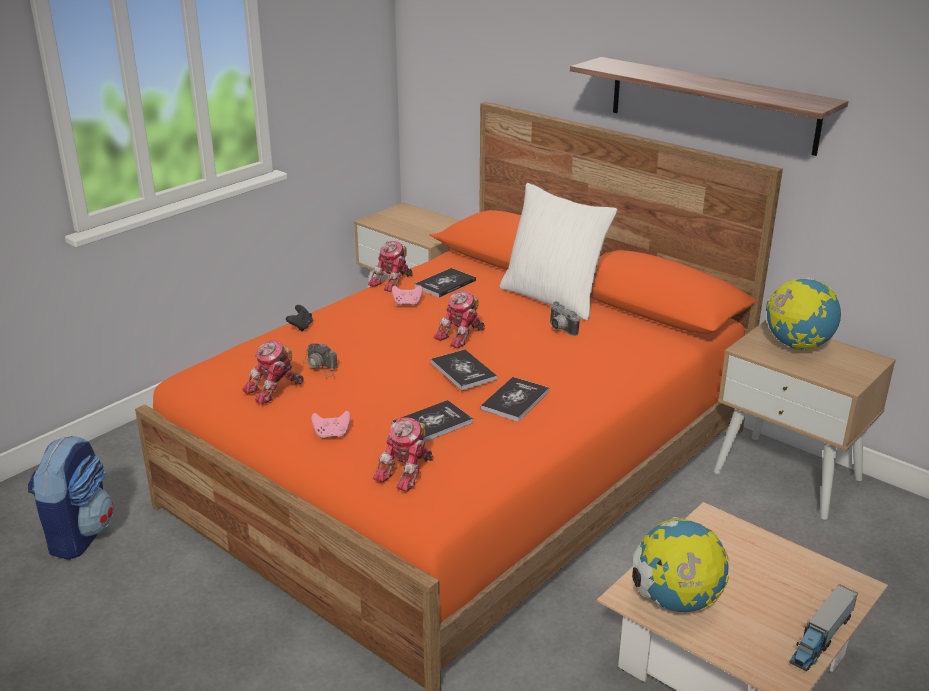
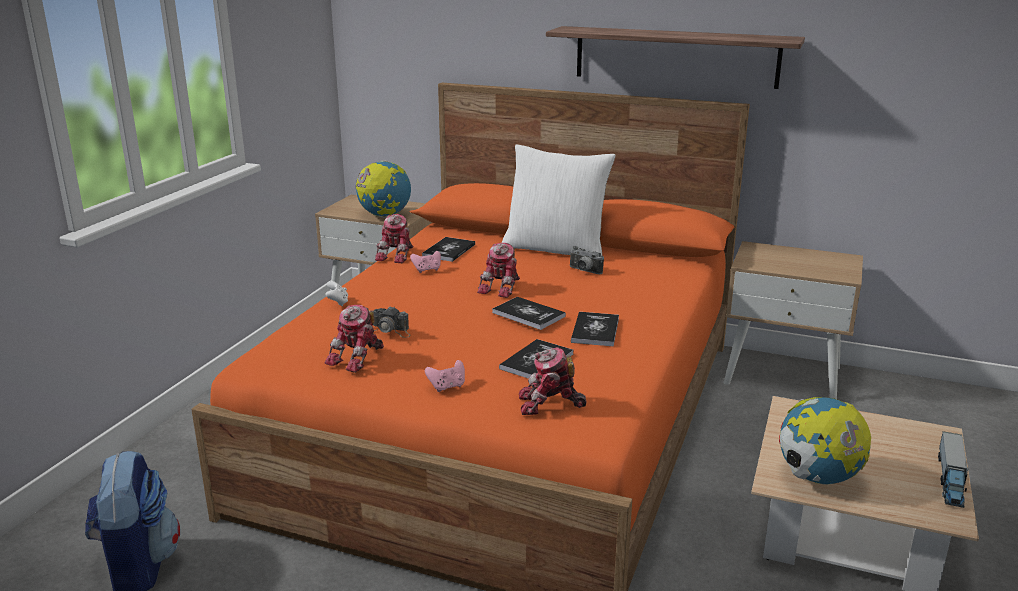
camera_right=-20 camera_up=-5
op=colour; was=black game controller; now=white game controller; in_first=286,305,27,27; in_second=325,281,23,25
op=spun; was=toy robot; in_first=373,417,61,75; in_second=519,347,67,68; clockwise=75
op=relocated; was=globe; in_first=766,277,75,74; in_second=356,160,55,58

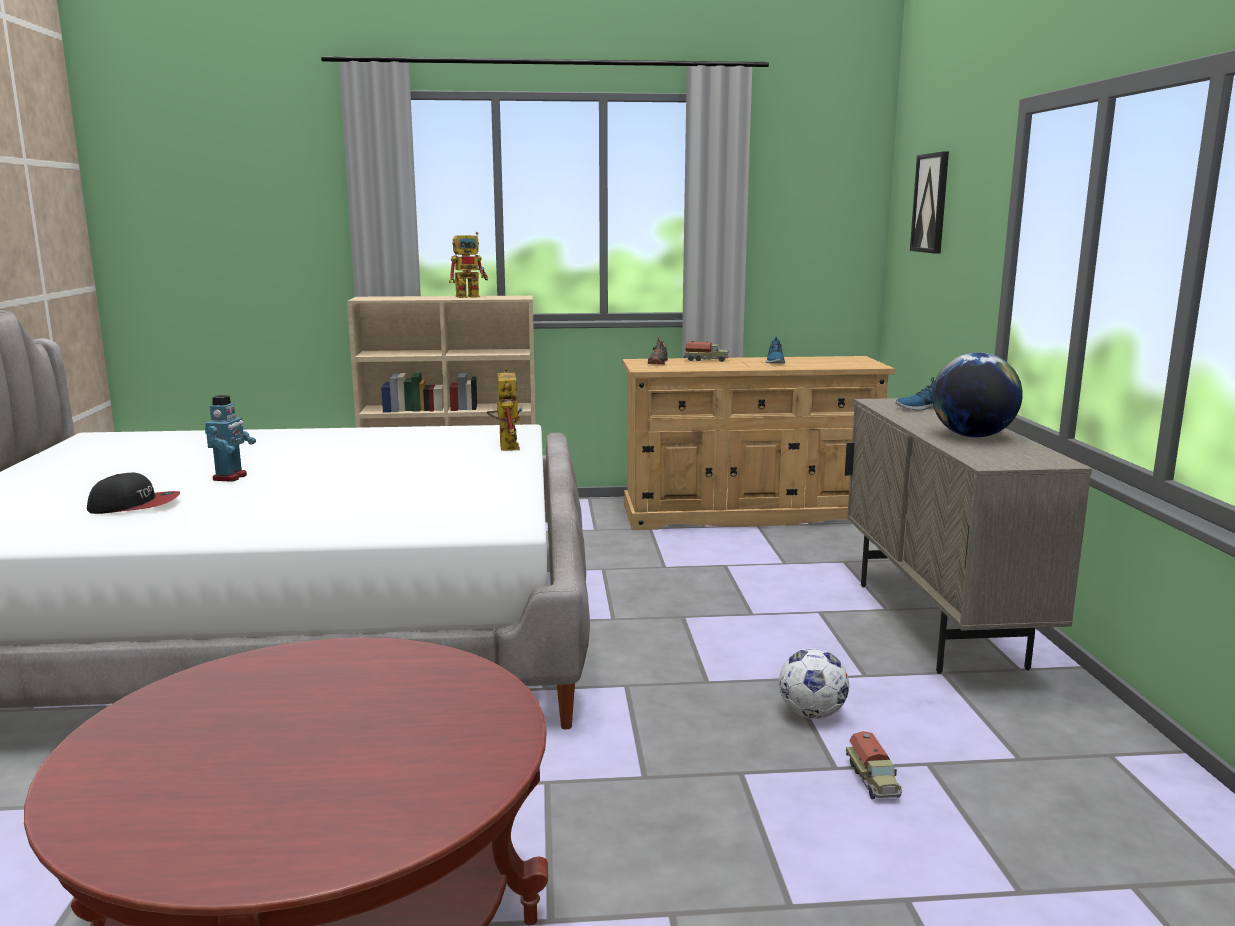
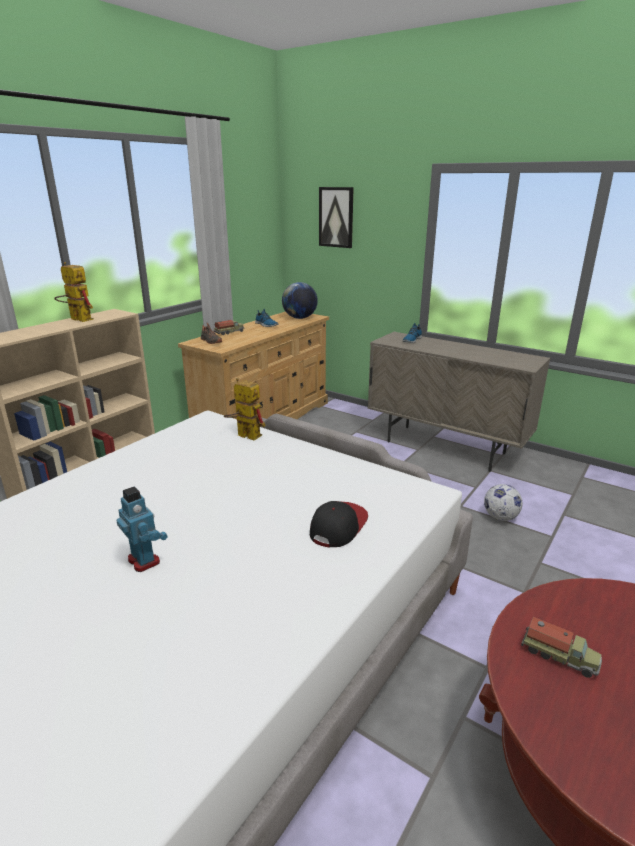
camera_right=-50 camera_up=10
op=relocated; was=cap; in_first=87,473,93,41; in_second=310,501,58,46
op=spun; was=toy robot; in_first=449,232,39,66; in_second=54,262,40,60; clockwise=-75
op=relocated; was=toy truck; in_first=846,731,56,68; in_second=521,617,81,61
op=relocated; was=globe; in_first=932,352,91,86; in_second=282,282,36,37

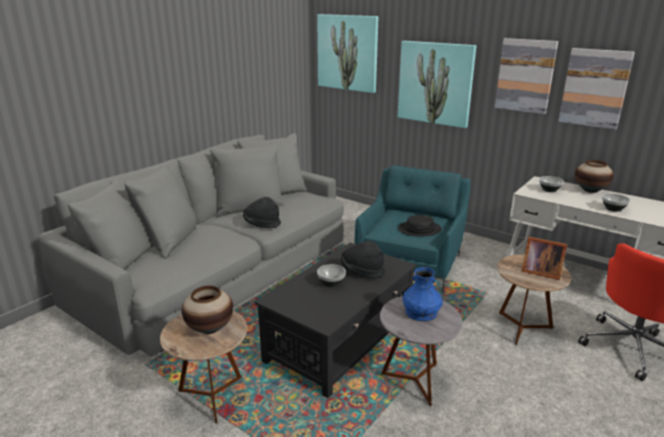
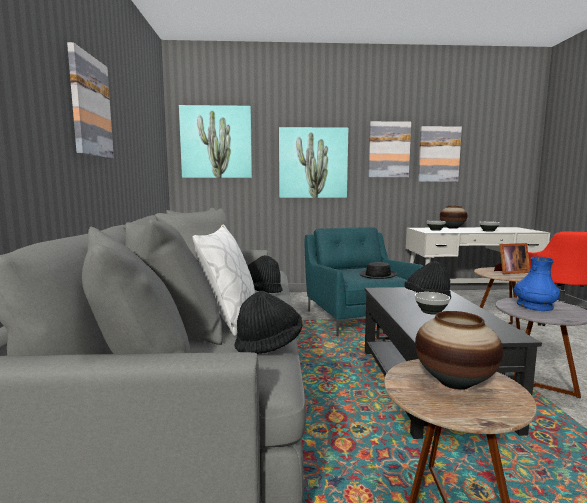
camera_right=-40 camera_up=-15
op=appeared; now=picture; in_second=67,42,47,117
op=appeared; now=white pillow; in_second=193,225,62,111
op=appeared; now=black hat; in_second=234,291,68,63

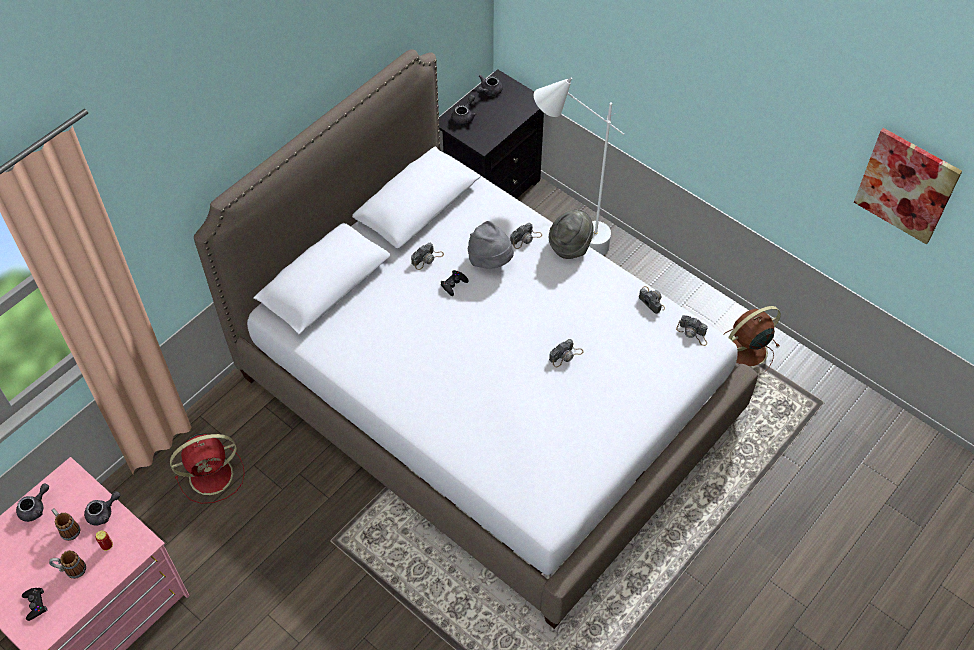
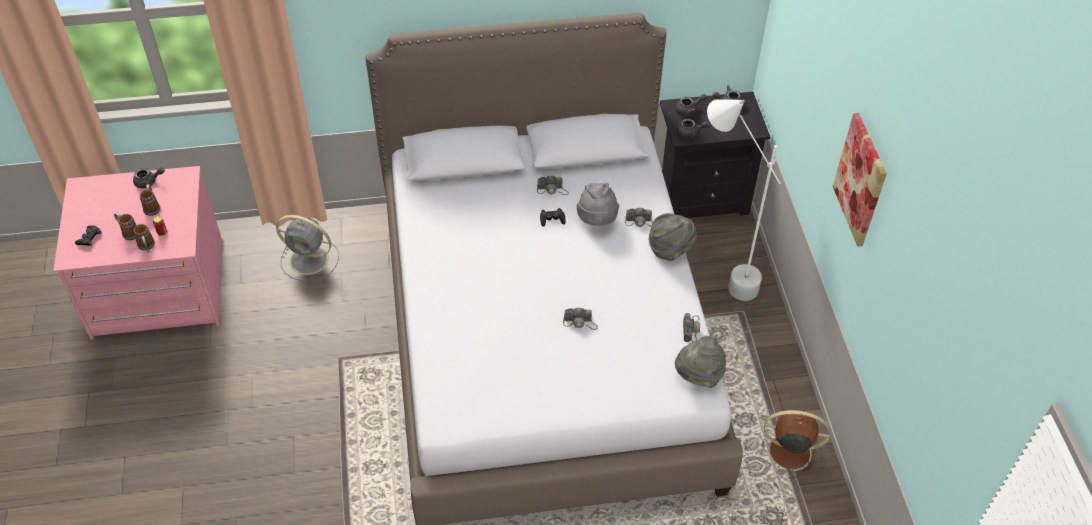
camera_right=40 camera_up=-5
op=relocated; was=grey teapot; in_first=84,491,36,35; in_second=677,119,33,19
op=colour; was=red fan; now=grey fan; in_first=170,433,75,71; in_second=276,215,63,67
op=exchanged; was=photo camera; now=grey hat; in_first=676,315,32,31; in_second=675,336,51,52
op=relocated; was=picture; in_first=854,128,108,116; in_second=833,113,54,134
op=appeared; now=mug; in_second=134,224,21,29

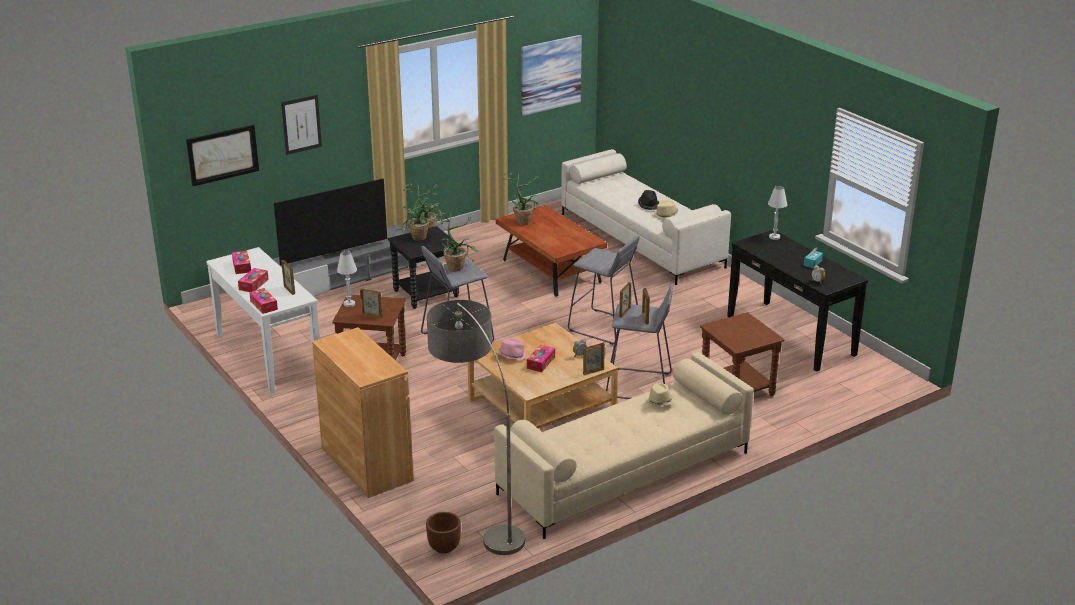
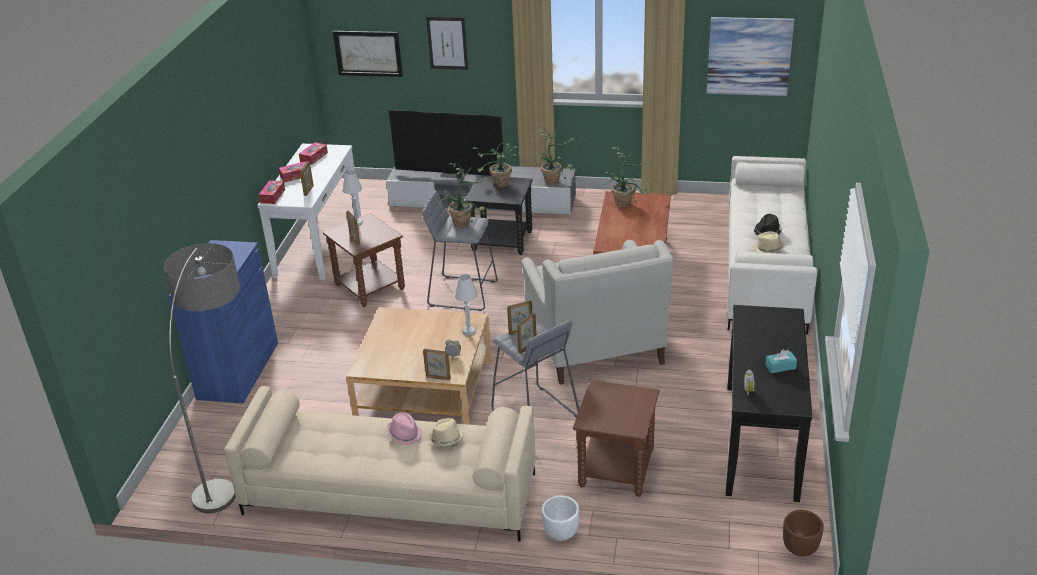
camera_right=45 camera_up=5
op=colour; was=brown cabinet; now=blue cabinet; in_first=312,327,102,171; in_second=168,240,110,164
op=relocated; was=brown planter; in_first=426,512,35,42; in_second=783,510,41,47
op=relocated; was=pink hat; in_first=497,338,30,22; in_second=387,413,35,32
op=missing; was=tissue box; in_first=527,345,28,27
op=exchanged; was=grey stool; now=white armchair; in_first=568,236,72,109; in_second=521,240,153,145
op=relocated; was=white table lamp; in_first=768,186,19,54; in_second=455,274,23,61
op=appeared; now=white planter; in_second=541,495,38,46

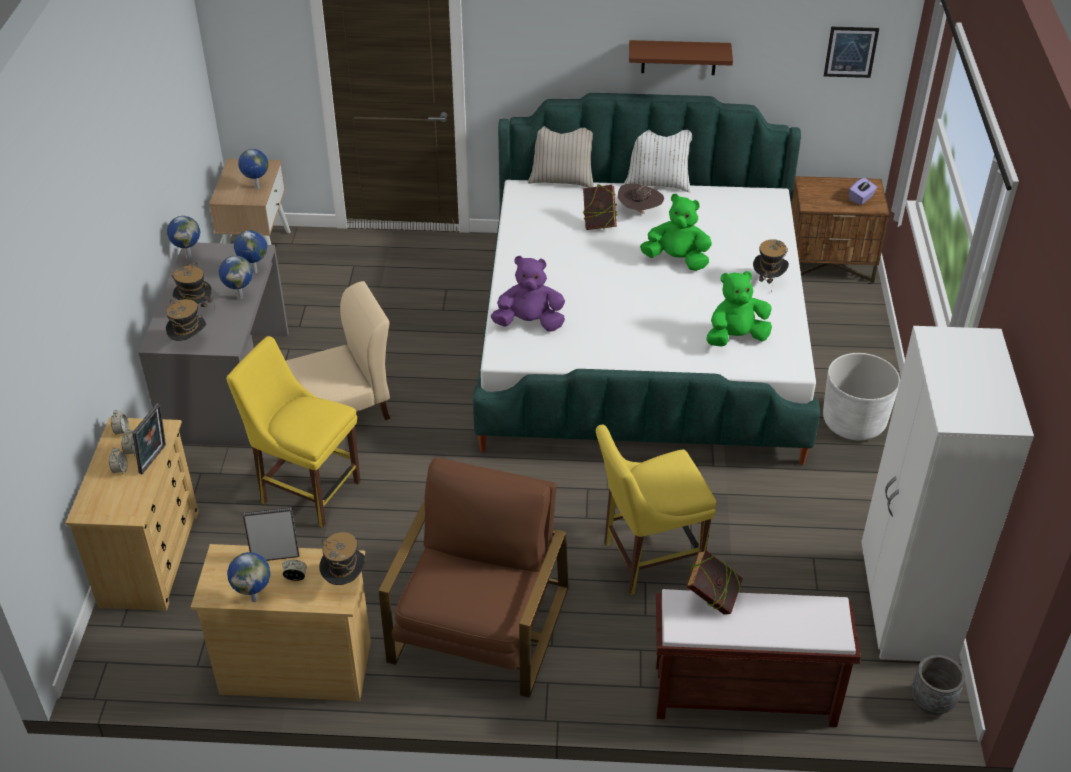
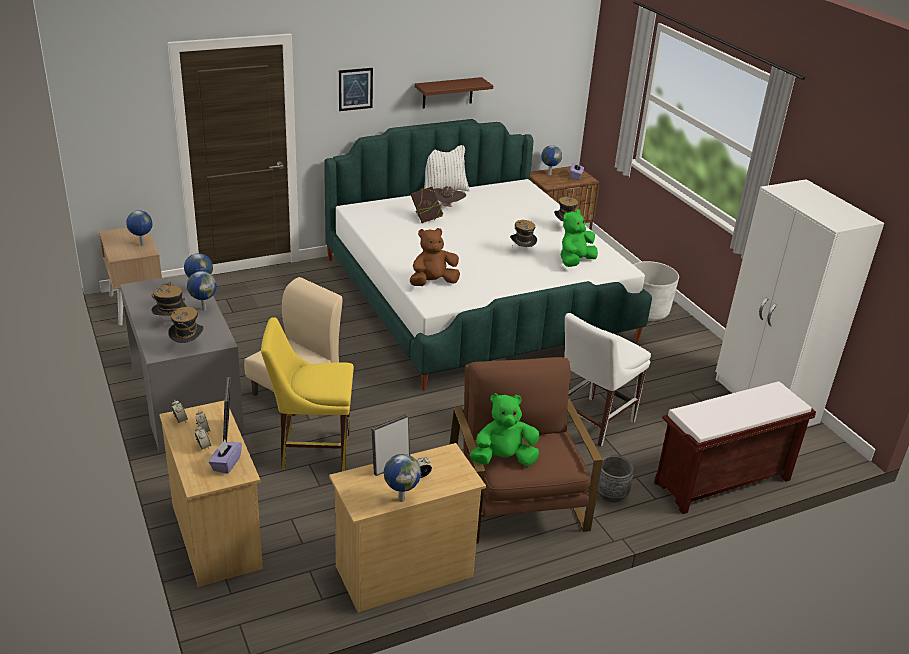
camera_right=-30 camera_up=-10
op=relocated; was=globe; in_first=167,216,33,43; in_second=541,145,21,30
op=relocated; was=hat; in_first=319,532,46,53; in_second=510,220,27,27
op=colour; was=purple plush toy; now=brown plush toy; in_first=491,256,74,76; in_second=410,228,50,58
op=missing; was=beige pillow; in_first=528,126,66,62
op=colour; was=yellow chair; now=white chair; in_first=596,425,121,170; in_second=564,313,87,134
op=relocated; was=green plush toy; in_first=640,194,72,77; in_second=470,393,70,73
op=missing; was=book; in_first=686,550,57,65
op=relocated; was=picture; in_first=824,27,55,51; in_second=339,68,34,43
op=relocated; was=grey planter; in_first=911,655,54,60; in_second=598,455,36,48
op=appeared; now=purple tissue box; in_second=209,440,33,34

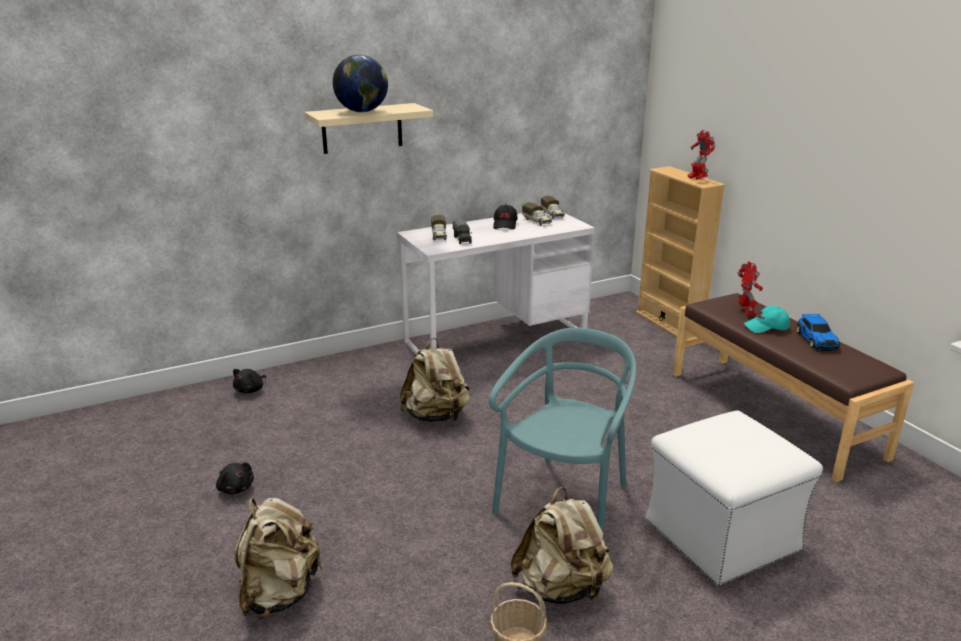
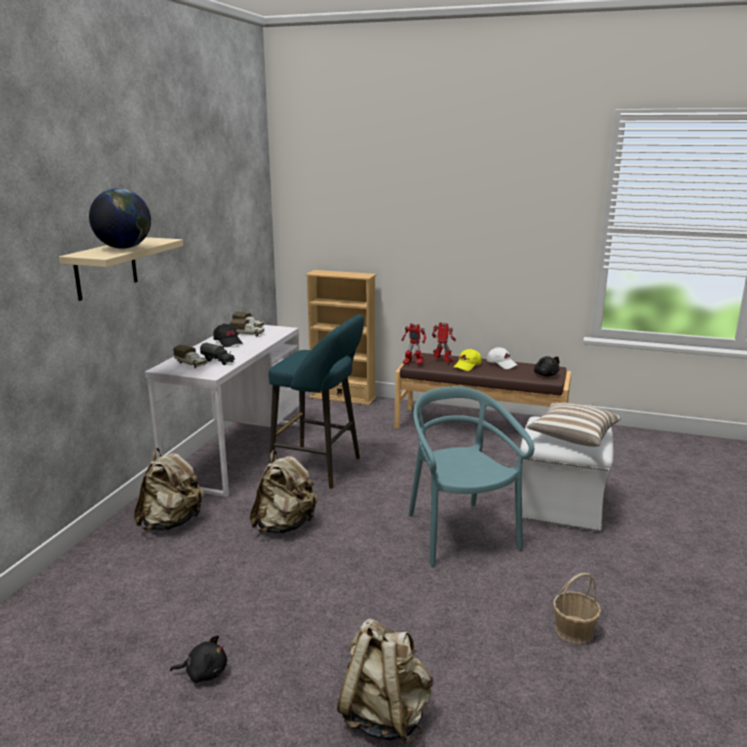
camera_right=-45 camera_up=-5
op=relocated; was=black plush toy; in_first=233,369,33,24; in_second=534,356,26,21
op=relocated; was=beige backpack; in_first=510,486,103,118; in_second=134,448,70,83
op=relocated; was=toy robot; in_first=688,130,28,50; in_second=402,323,24,42
op=colour; was=turquoise cap; now=yellow cap; in_first=744,306,46,27; in_second=453,349,28,22
op=exchanged; was=toy car; now=white cap; in_first=796,314,44,37; in_second=487,347,30,22
op=appeared; now=turquoise stool; in_second=269,314,95,175
op=appeared; now=pillow; in_second=526,403,95,44

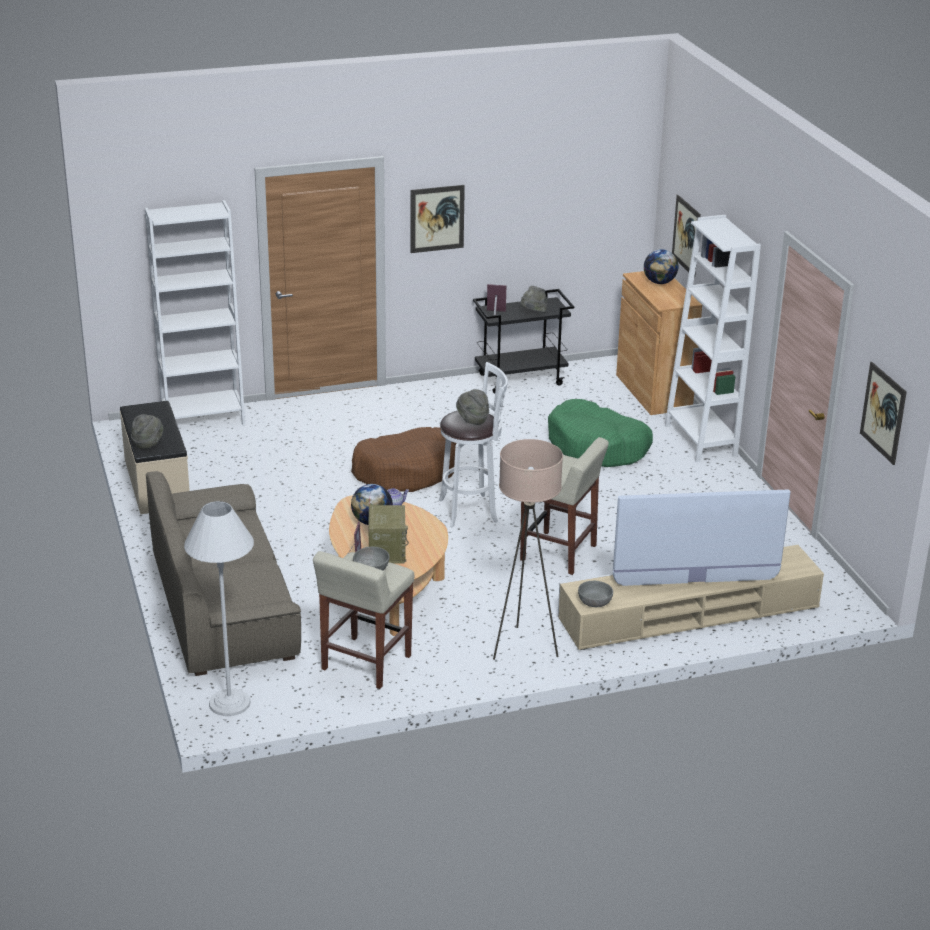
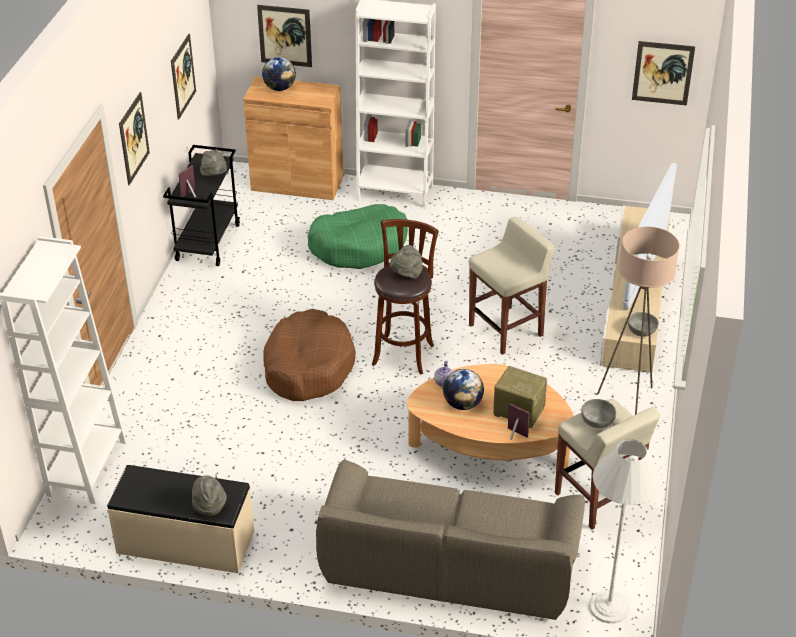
camera_right=-60 camera_up=10
op=colour; was=white stool; now=brown stool; in_first=439,362,69,166; in_second=372,219,67,155
op=appeared; now=picture; in_second=171,34,25,85

